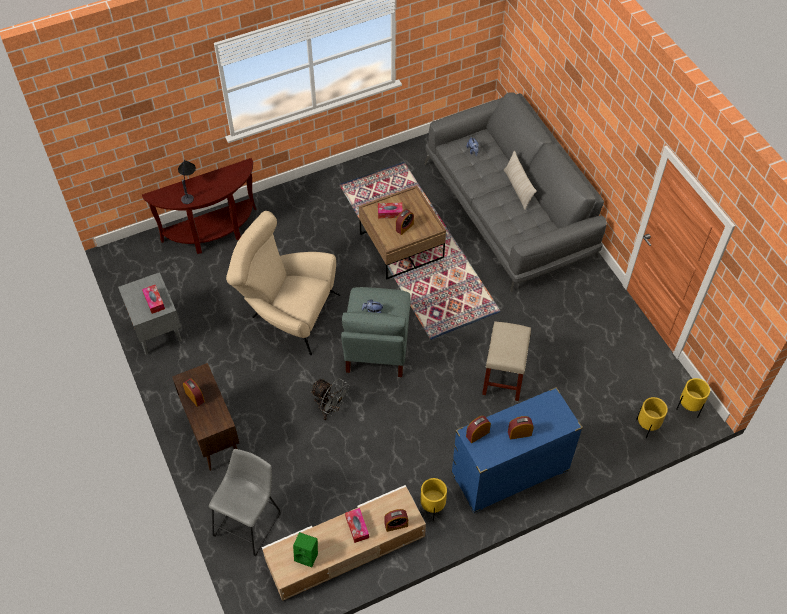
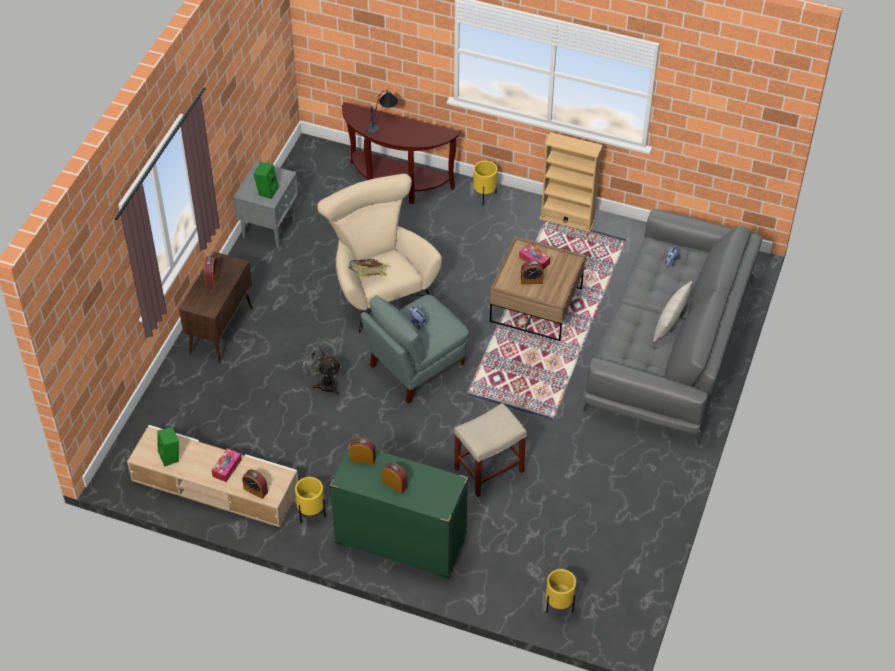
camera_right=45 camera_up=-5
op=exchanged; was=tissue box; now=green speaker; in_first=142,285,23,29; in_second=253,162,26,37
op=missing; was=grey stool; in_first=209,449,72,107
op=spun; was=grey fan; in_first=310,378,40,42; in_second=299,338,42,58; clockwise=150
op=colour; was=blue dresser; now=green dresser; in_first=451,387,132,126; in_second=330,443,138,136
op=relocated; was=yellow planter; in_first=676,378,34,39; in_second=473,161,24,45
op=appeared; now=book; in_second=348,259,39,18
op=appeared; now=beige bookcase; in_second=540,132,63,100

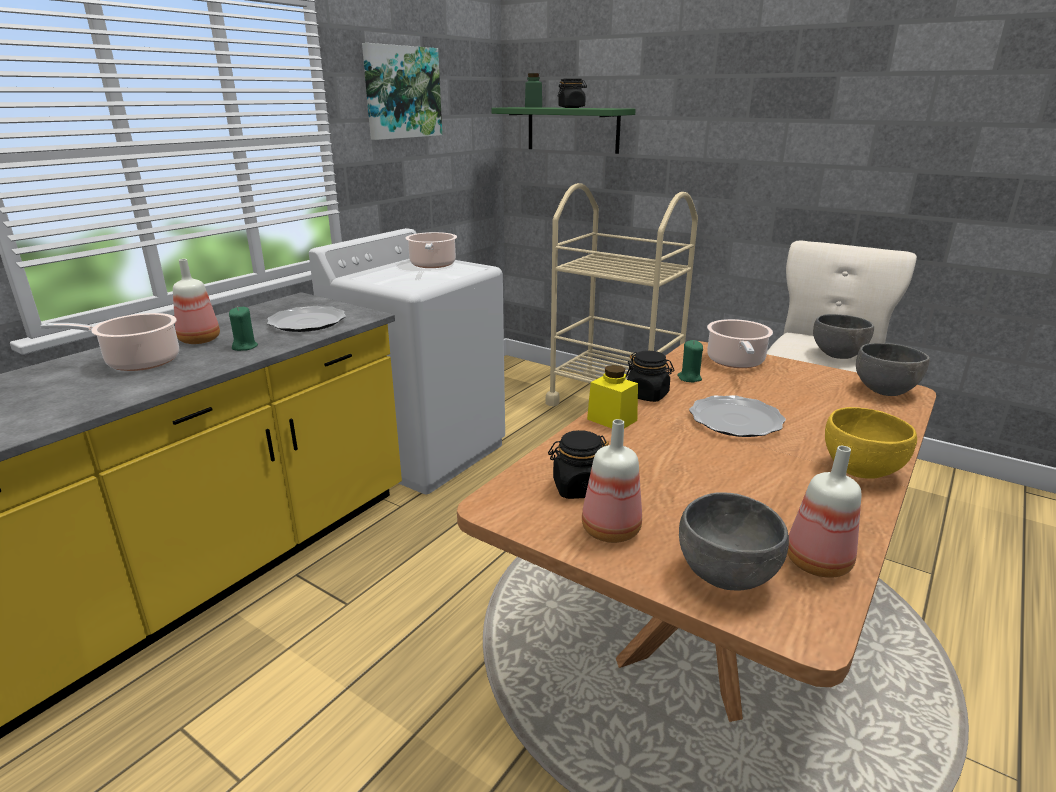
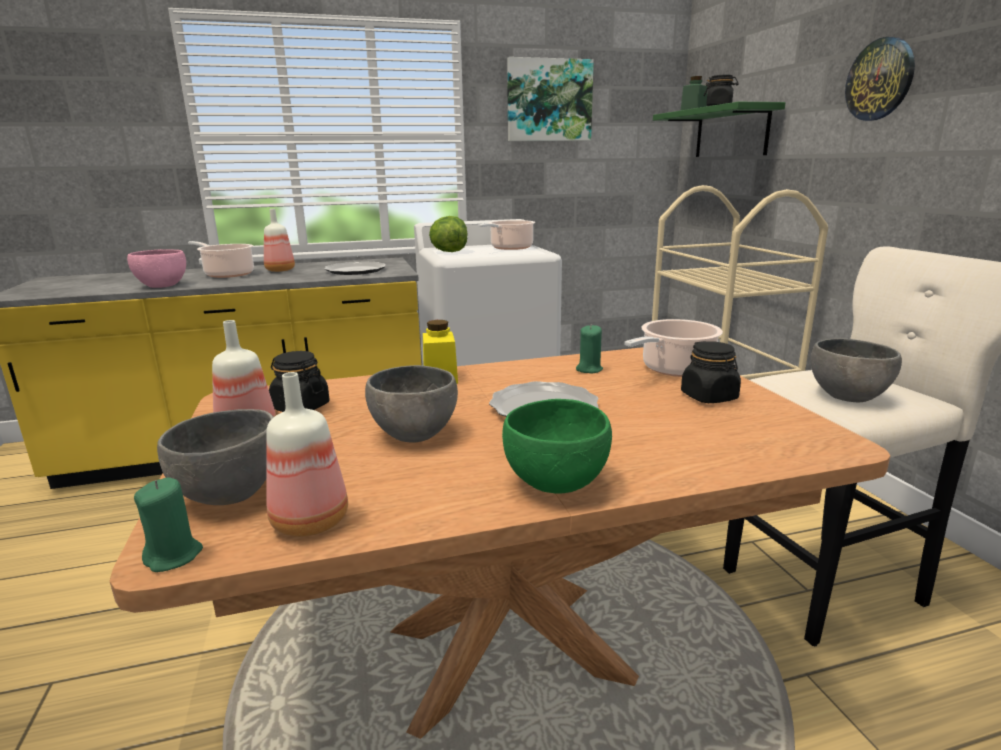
camera_right=40 camera_up=-5
op=relocated; was=green candle; in_first=229,306,29,45; in_second=134,477,69,95
op=relocated; was=black jar; in_first=626,351,48,51; in_second=681,341,60,62
op=colour; was=yellow bowl; now=green bowl; in_first=825,407,92,72; in_second=502,399,110,95
op=relocated; was=grey bowl; in_first=856,343,74,53; in_second=365,365,93,78
op=appeared; now=pink bowl; in_second=127,249,59,39
op=appeared; now=lettuce; in_second=429,216,38,36
op=appeared; now=wall clock; in_second=845,37,70,84

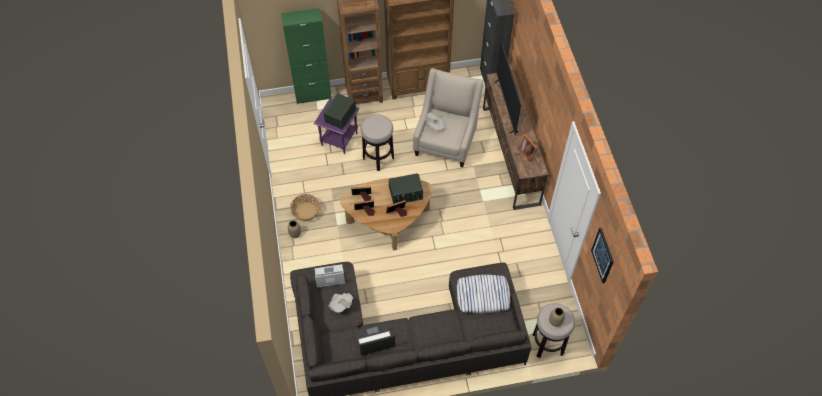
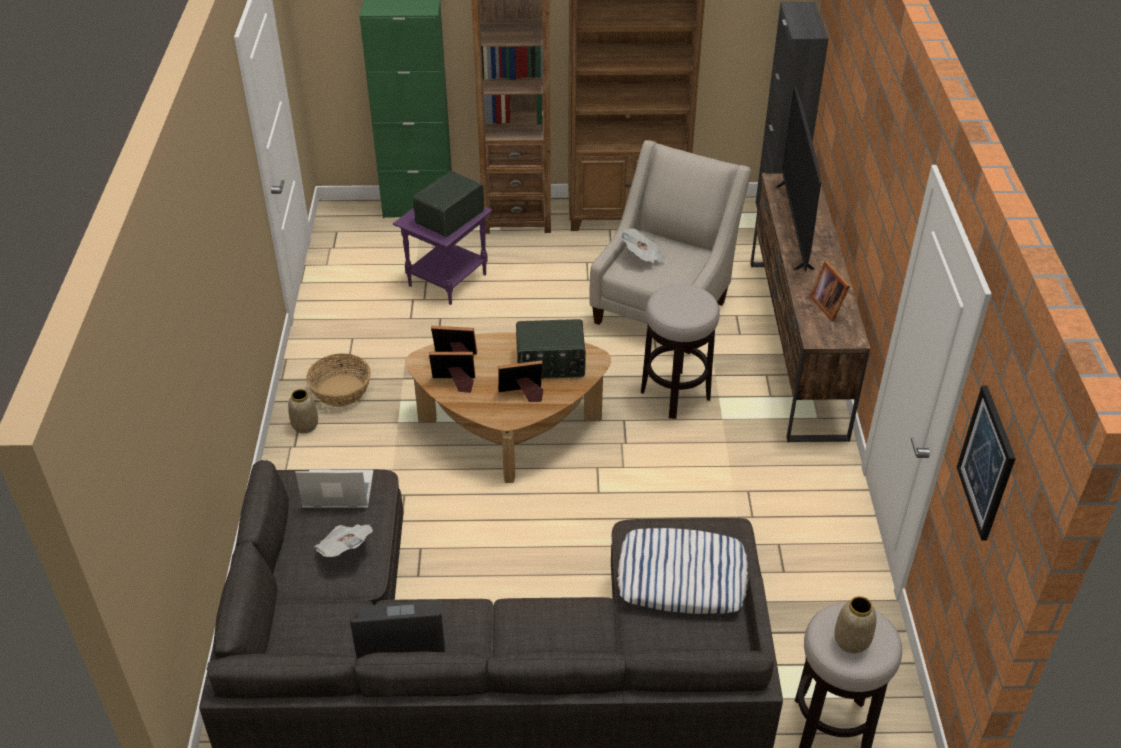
camera_right=10 camera_up=-15
op=relocated; was=stool; in_first=361,114,33,57; in_second=641,284,79,135

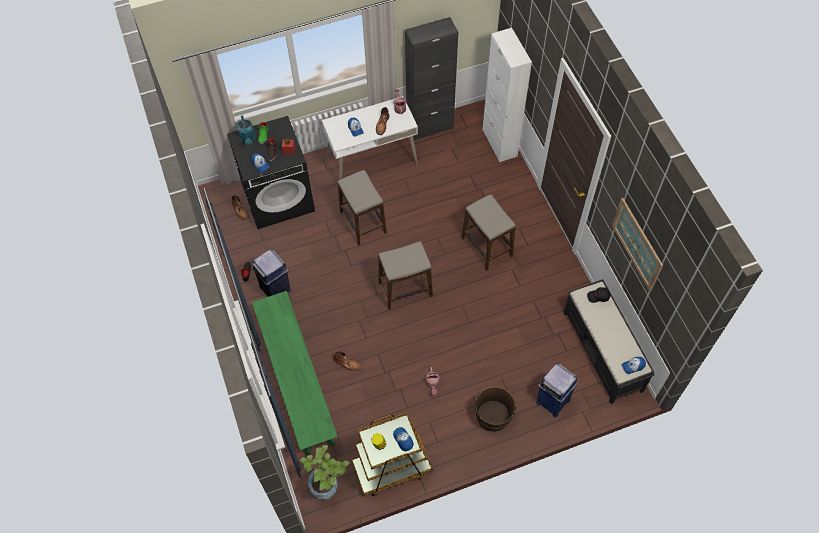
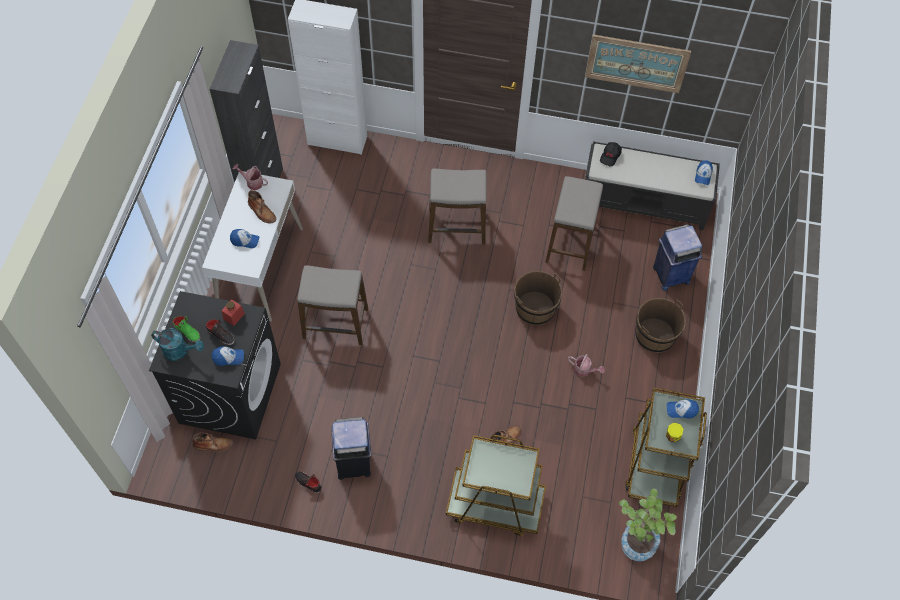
camera_right=-60 camera_up=0
op=exchanged; was=green bench; now=brown cart; in_first=252,291,86,165; in_second=446,435,100,101
op=relocated; was=stool; in_first=379,241,54,69; in_second=546,176,57,95
op=appeared; now=brown bucket; in_second=514,271,48,55

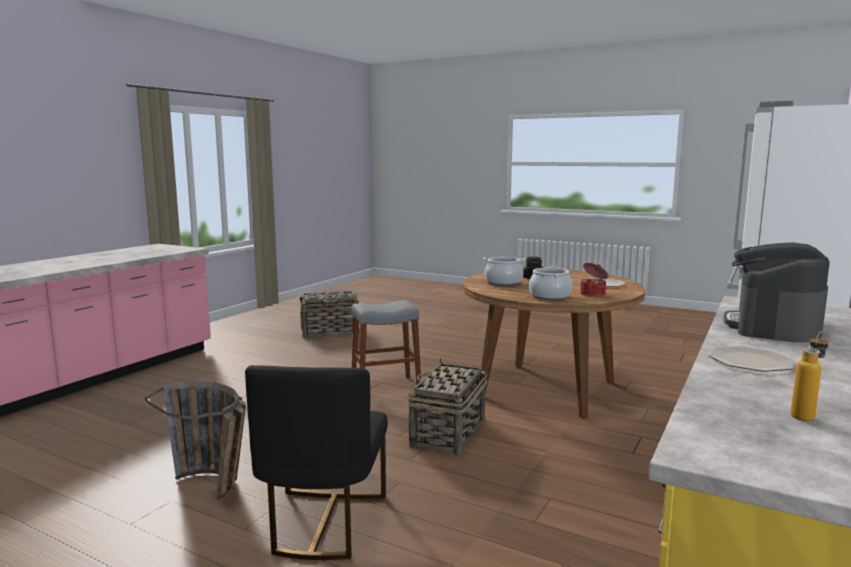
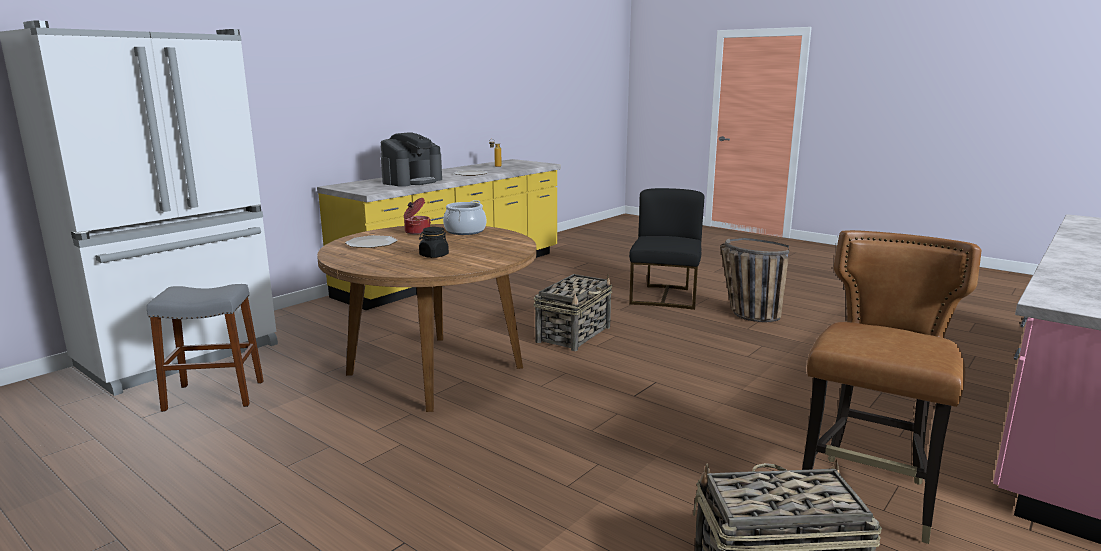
camera_right=-170 camera_up=5
op=relocated; was=grey stool; in_first=352,300,69,84; in_second=147,284,117,128
op=missing; was=cooking pot; in_first=483,257,43,29
op=appeared; now=brown chair; in_second=802,230,179,314

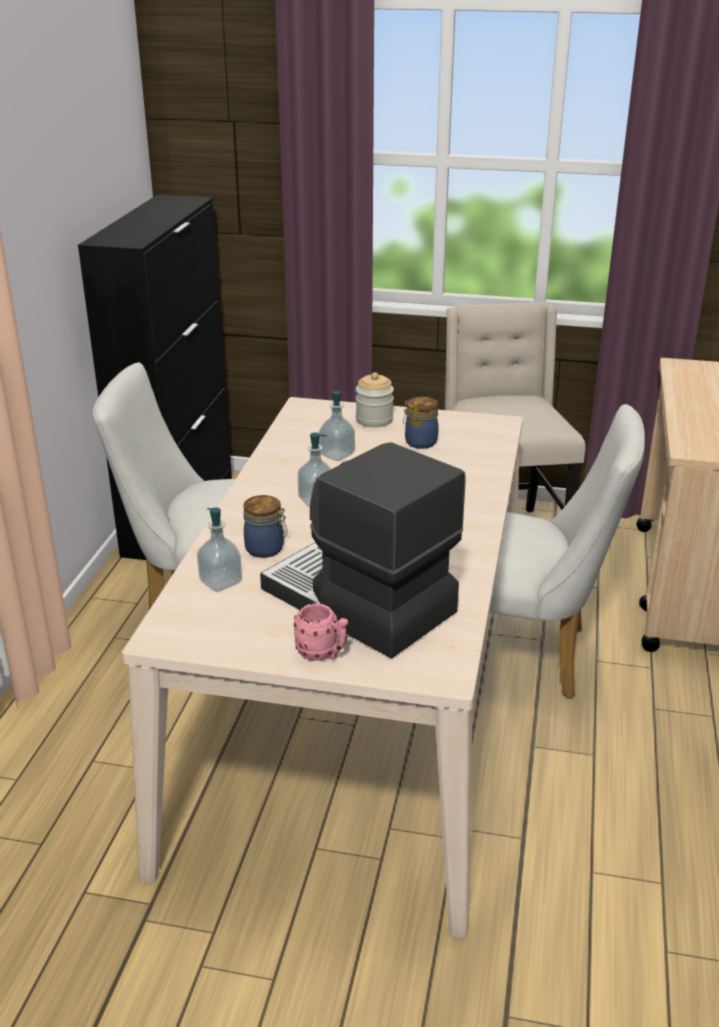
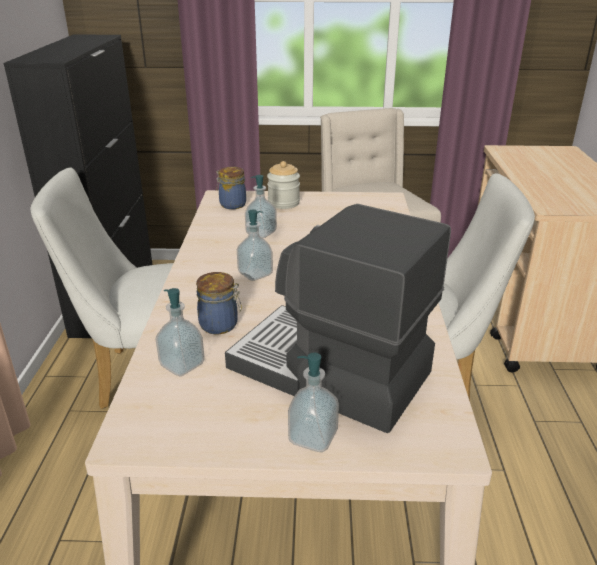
camera_right=-10 camera_up=0
op=exchanged; was=pink mug; now=soap dispenser; in_first=294,603,54,58; in_second=288,353,51,99
op=relocated; was=jar; in_first=403,397,35,52; in_second=216,167,30,42

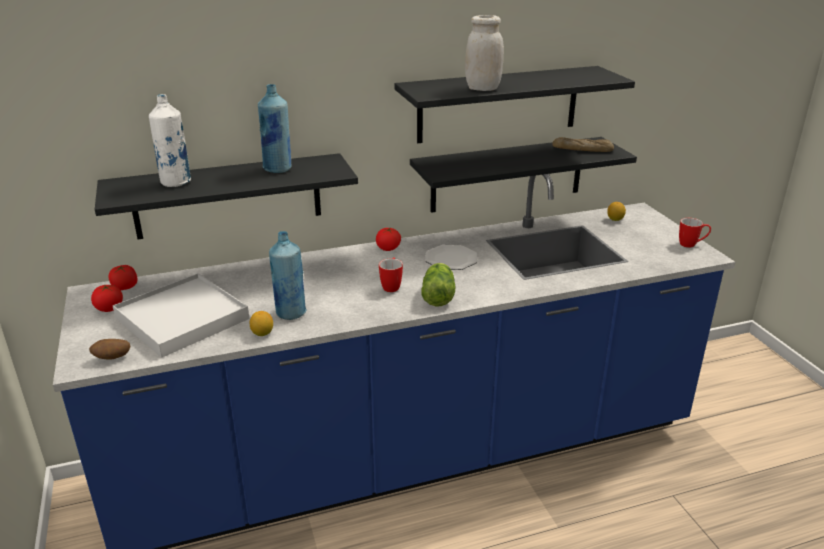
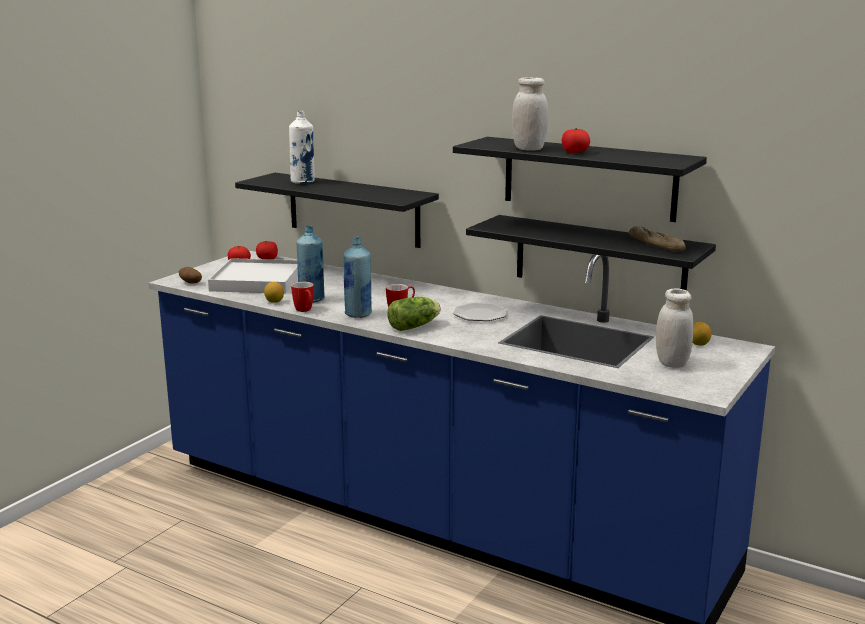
camera_right=50 camera_up=-10
op=relocated; was=blue bottle; in_first=258,84,34,89; in_second=343,237,29,81
op=relocated; was=tomato; in_first=376,228,25,23; in_second=562,128,28,25
op=relocated; was=mug; in_first=679,218,32,30; in_second=291,282,23,30
op=appeared; now=white jar; in_second=656,288,37,80

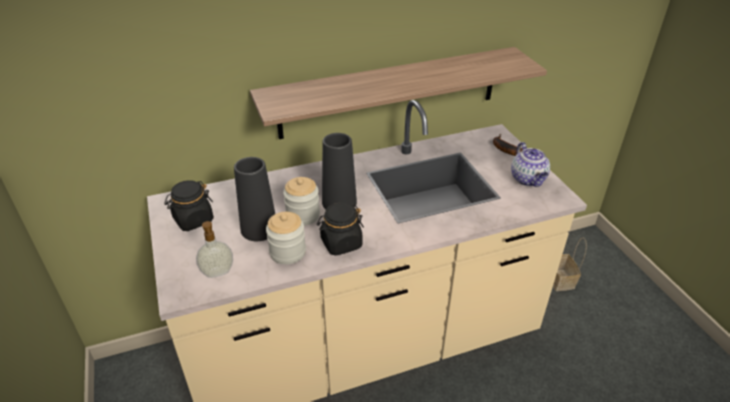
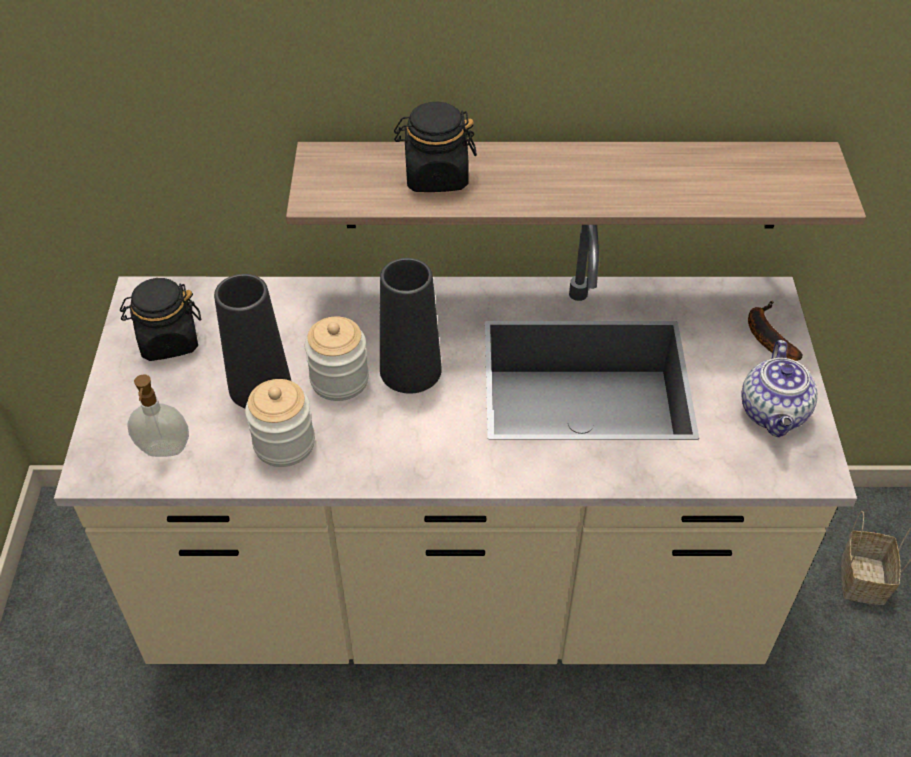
camera_right=20 camera_up=10
op=relocated; was=black jar; in_first=317,202,47,54; in_second=394,102,83,90

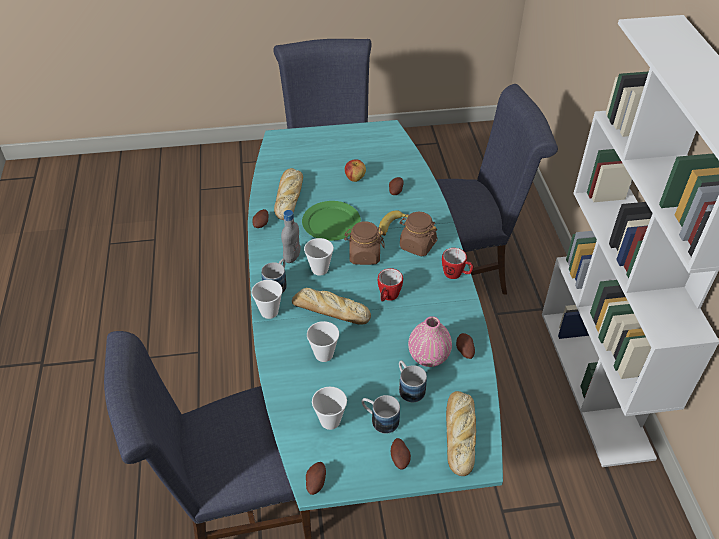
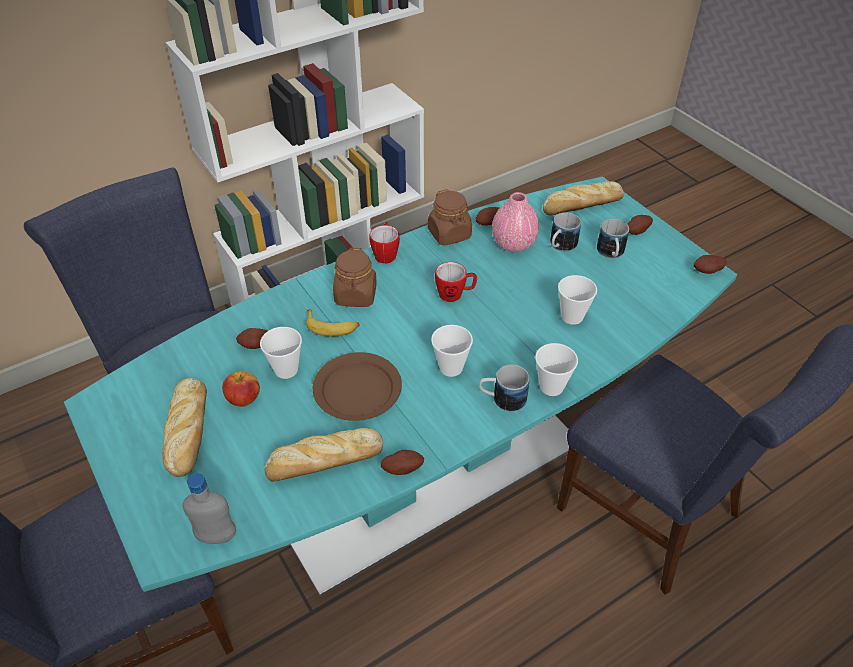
camera_right=-115 camera_up=0
op=relocated; was=grey bottle; in_first=281,210,19,53; in_second=182,473,54,71
op=relocated; was=bread; in_first=292,288,79,37; in_second=162,378,45,99
op=colour; was=green plate; now=brown plate; in_first=302,201,59,40; in_second=313,352,89,69
op=relocated; was=cup; in_first=312,386,35,44; in_second=260,327,42,52
op=relocated; was=brown jar; in_first=344,221,41,44; in_second=428,189,44,57

